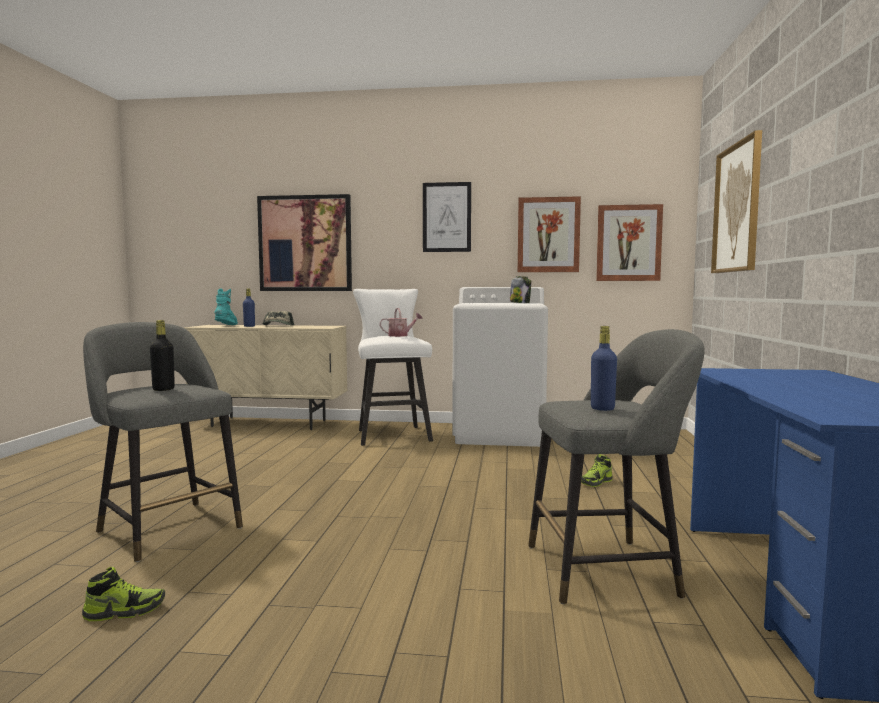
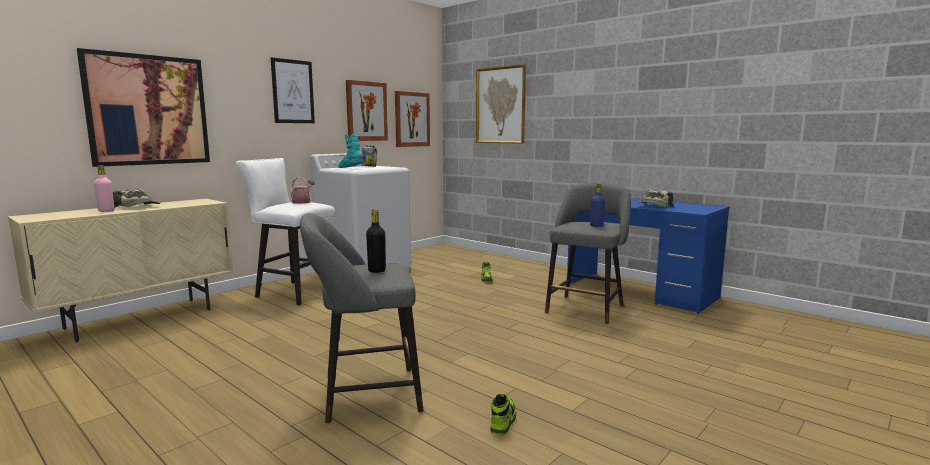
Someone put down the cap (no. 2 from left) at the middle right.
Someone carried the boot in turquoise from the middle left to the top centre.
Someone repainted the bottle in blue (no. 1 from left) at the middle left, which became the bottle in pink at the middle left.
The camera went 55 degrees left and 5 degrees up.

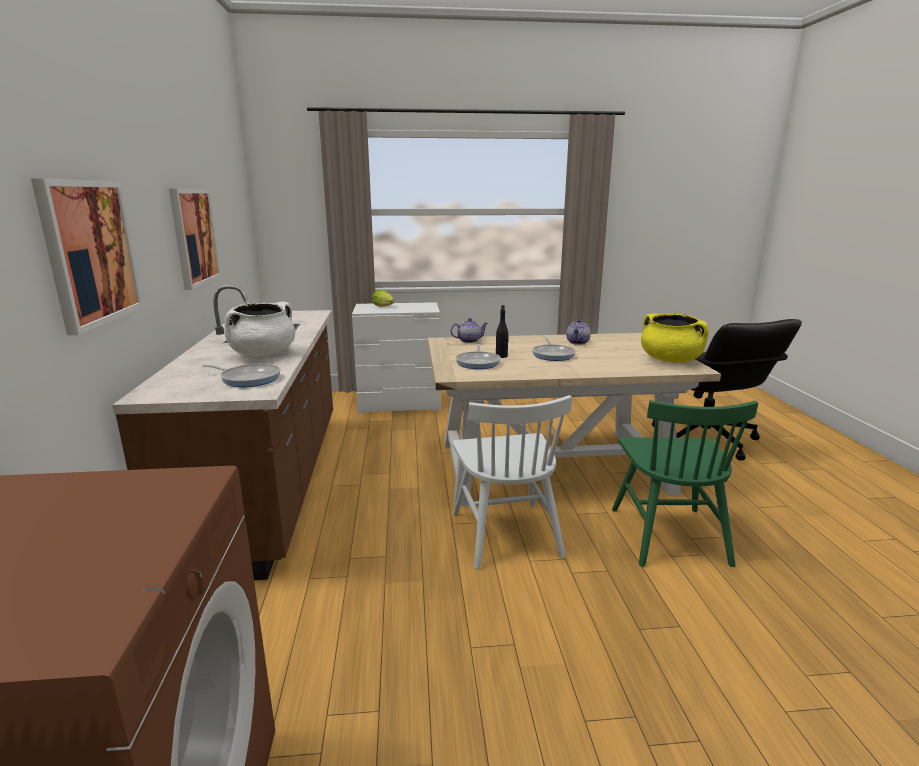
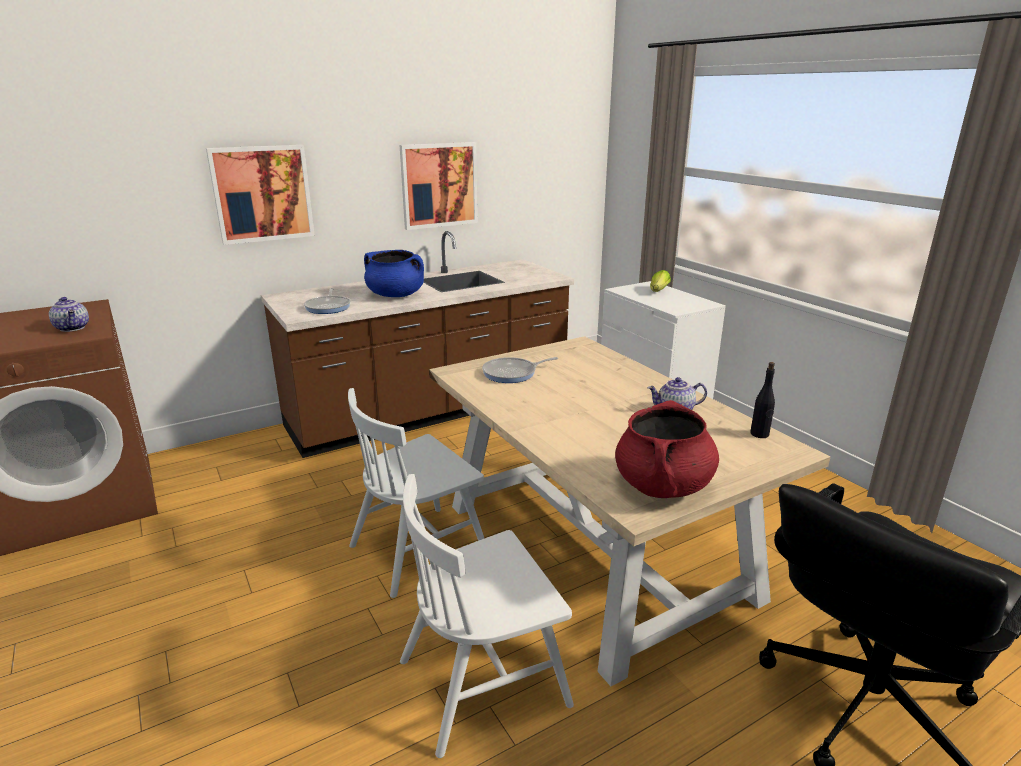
Someone took away the frying pan (no. 3 from left) at the centre.
Someone carried the teapot (no. 1 from left) from the centre to the middle left.
Someone carried the bottle in black from the centre to the middle right.
Someone repainted the cooking pot in white at the middle left, which became the cooking pot in blue at the centre.
Someone repainted the chair in green at the middle right, which became the chair in white (no. 2 from left) at the bottom centre.
Someone repainted the cooking pot in yellow at the middle right, which became the cooking pot in red at the centre.
The camera went 65 degrees right and 5 degrees up.

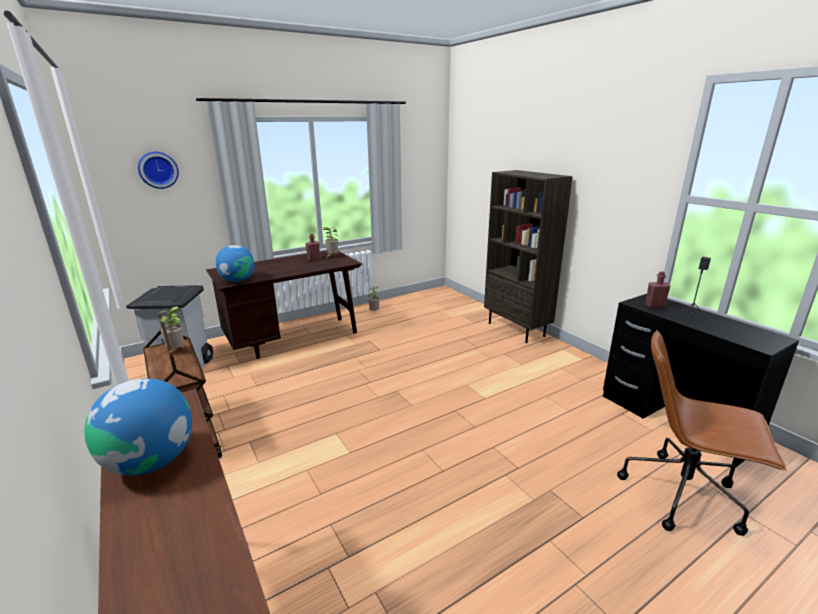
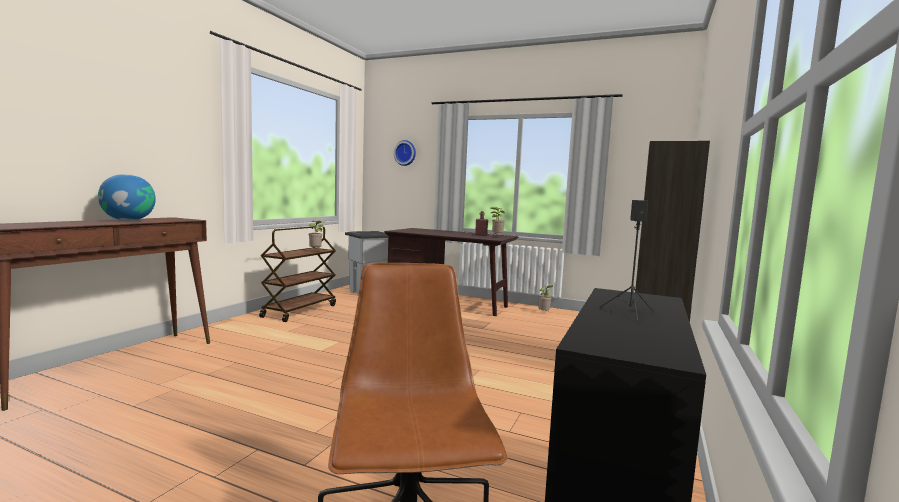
Someone took away the globe (no. 2 from left) at the middle left.
Someone took away the bottle in red (no. 2 from left) at the middle right.
The camera went 55 degrees right and 15 degrees down.

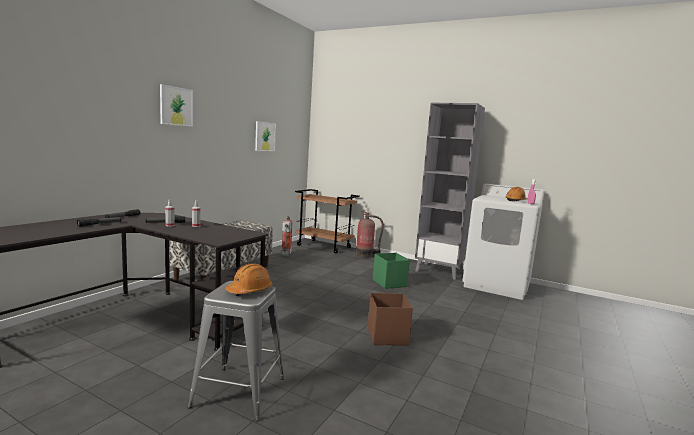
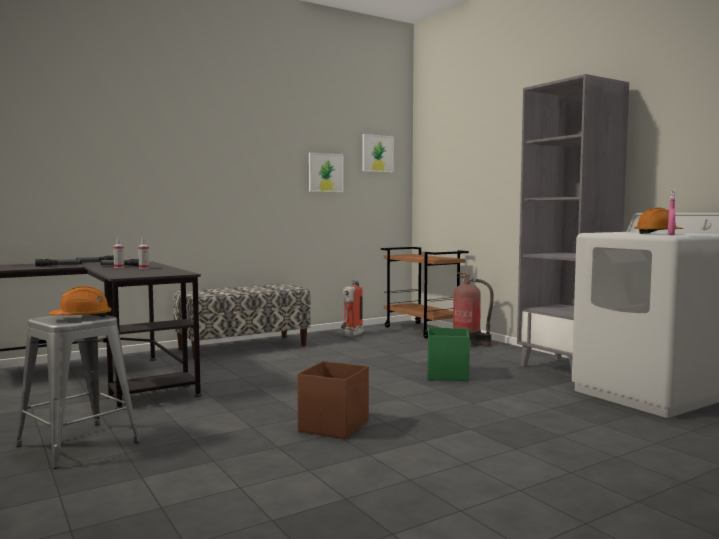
Someone carried the picture (no. 1 from left in the first image) from the top left to the top centre.
The camera went 30 degrees right and 5 degrees down.

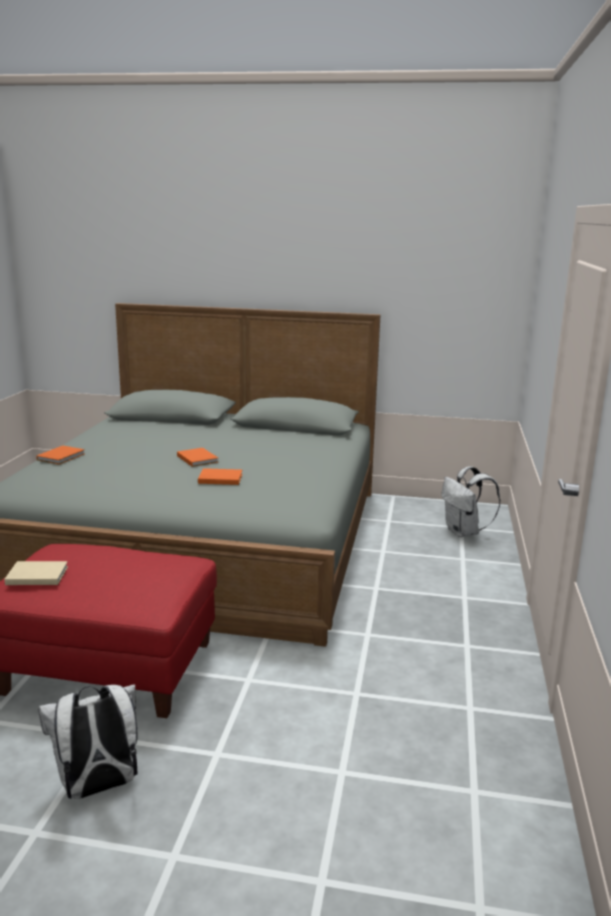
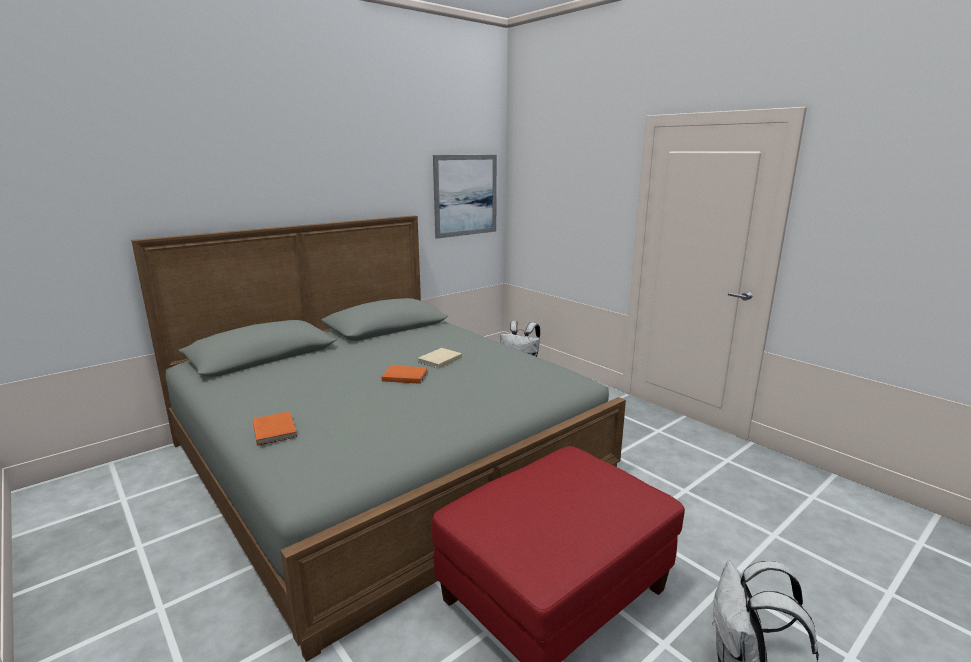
Someone took away the book in orange (no. 3 from left) at the centre.
Someone put up the picture at the top centre.
Someone carried the book in beige from the middle left to the centre.
The camera went 50 degrees left and 0 degrees up.

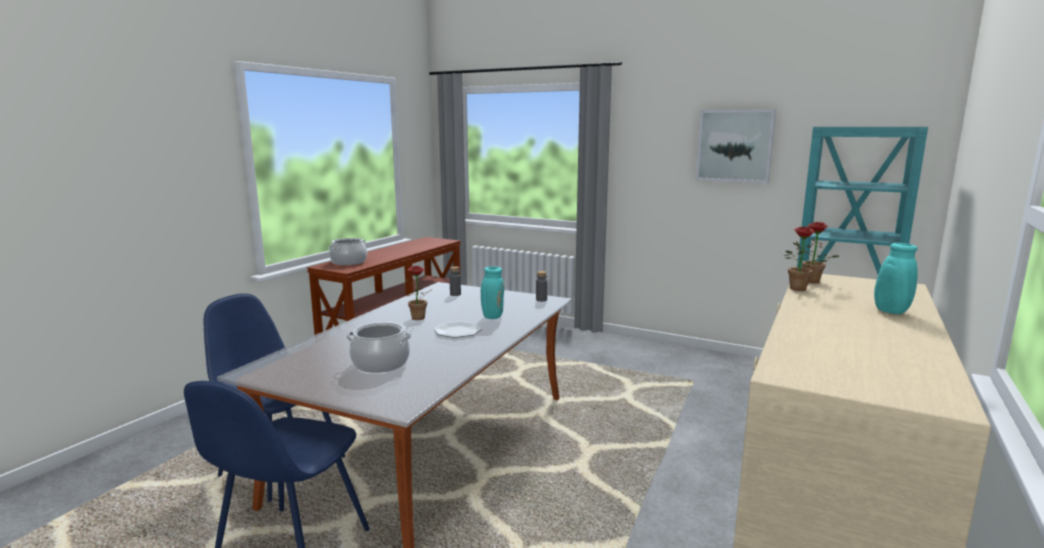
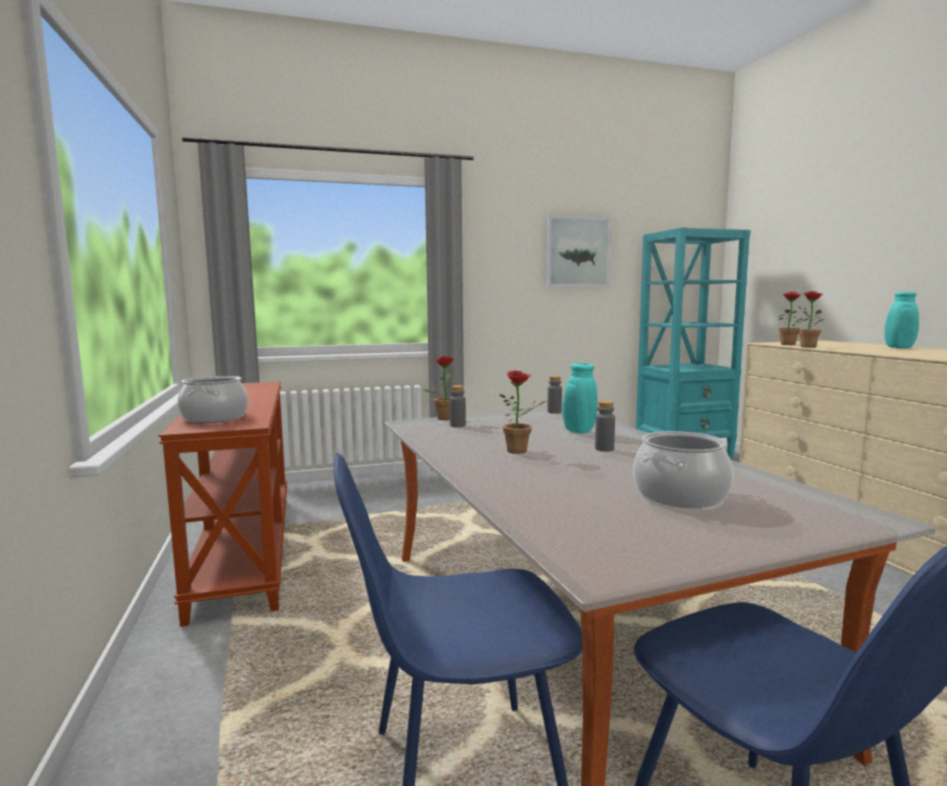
Someone put down the potted plant (no. 1 from left) at the centre.
Someone swapped the plate at the centre for the bottle in grey (no. 3 from left) at the centre.
The camera went 45 degrees left and 5 degrees down.

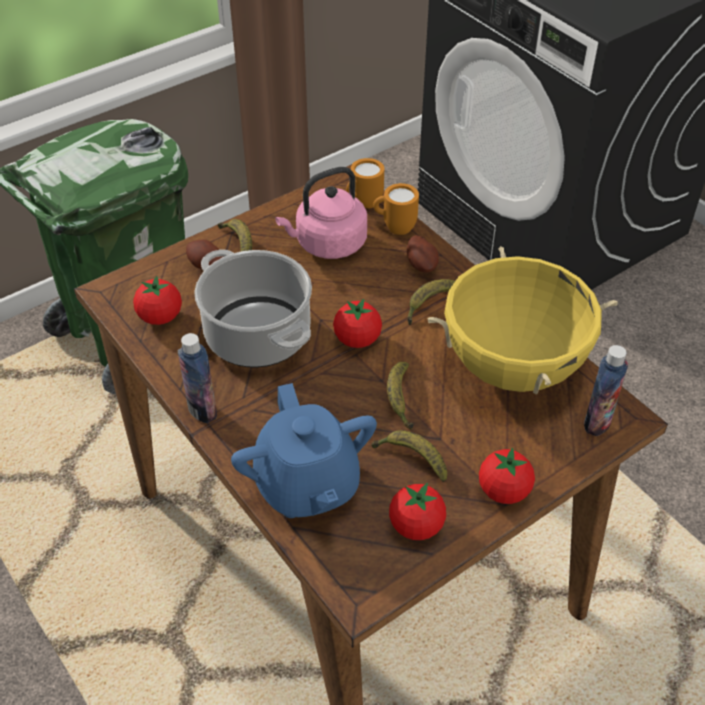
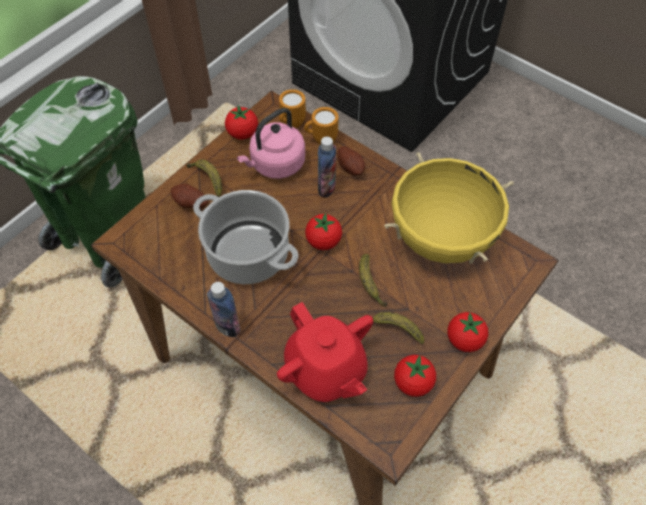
Someone took away the banana (no. 4 from left) at the centre.
Someone carried the tomato (no. 1 from left) from the middle left to the top centre.
Someone carried the bottle (no. 2 from left) from the middle right to the top centre.
Someone repainted the teapot in blue at the centre, which became the teapot in red at the bottom centre.
The camera went 15 degrees left and 10 degrees up.

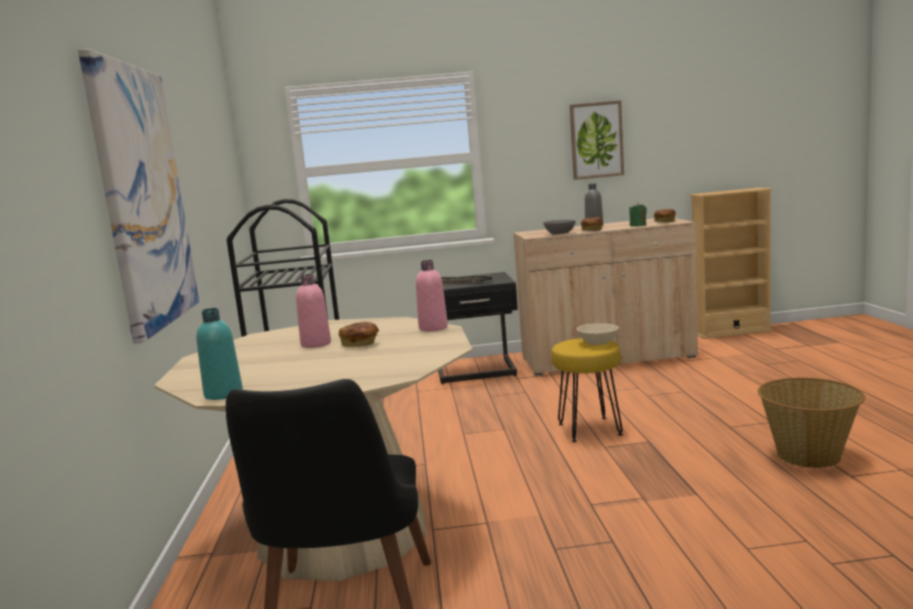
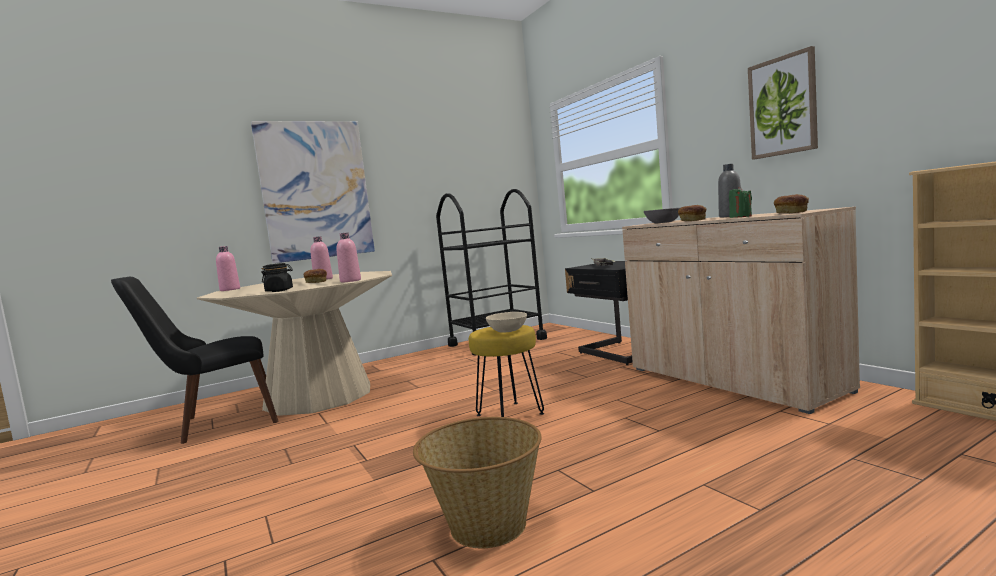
Someone put down the jar in black at the middle left.
Someone repainted the bottle in turquoise at the middle left, which became the bottle in pink (no. 1 from left) at the middle left.
The camera went 65 degrees right and 5 degrees down.

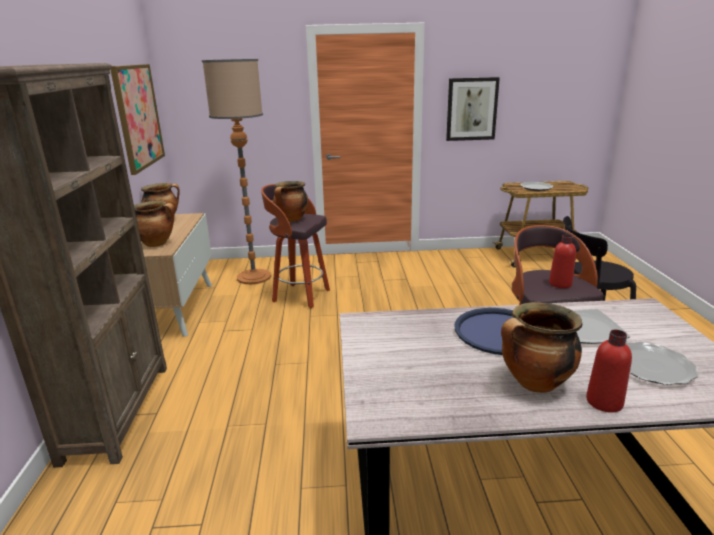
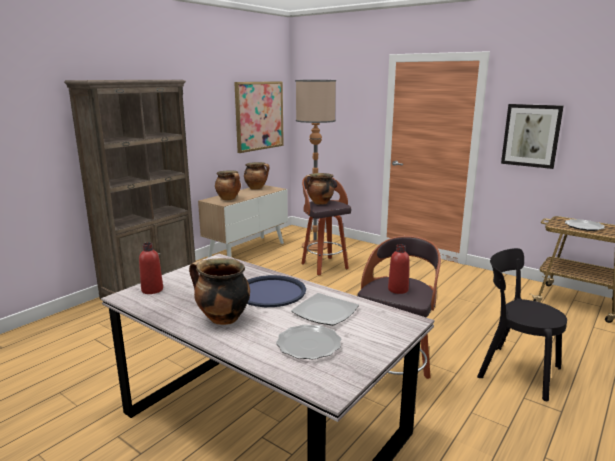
Someone carried the bottle in red (no. 2 from left in the first image) from the bottom right to the middle left.
The camera went 40 degrees right and 5 degrees down.

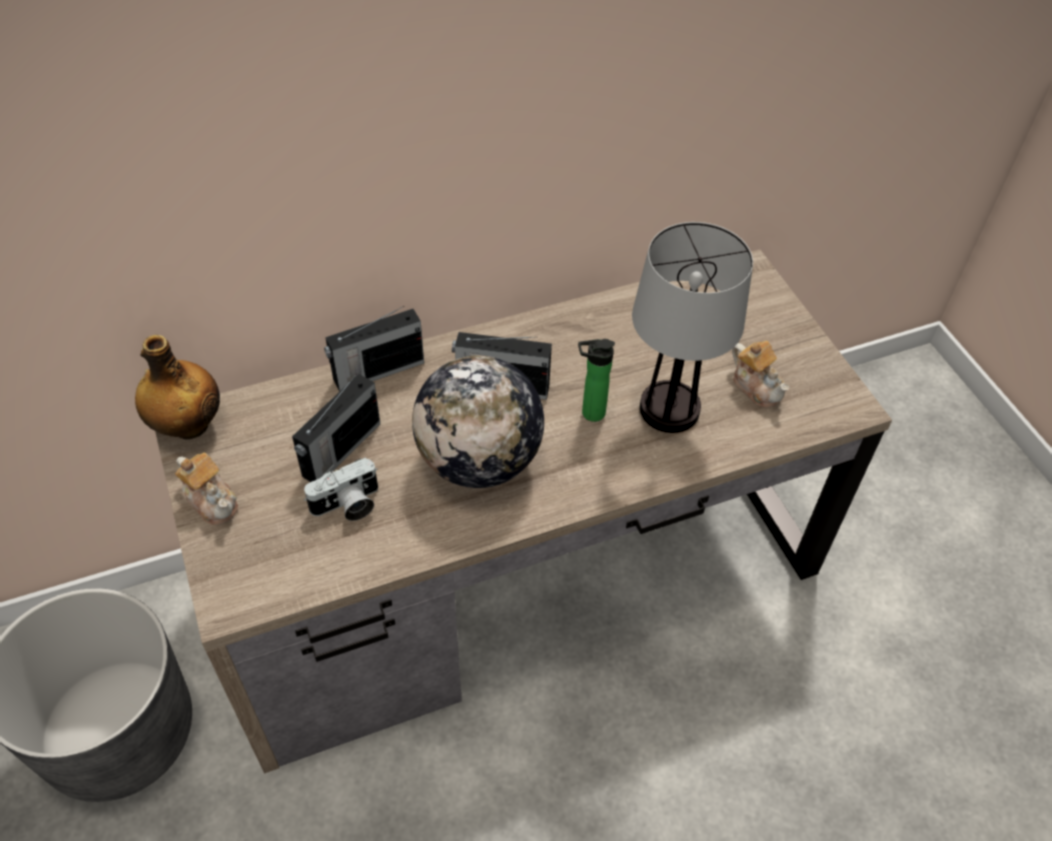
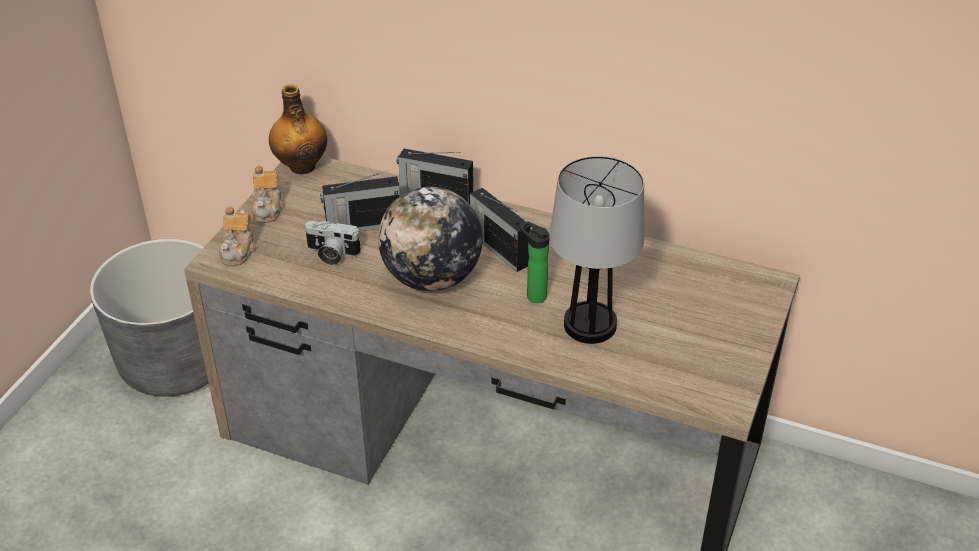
Someone carried the teapot (no. 2 from left in the first image) from the middle right to the middle left.
The camera went 45 degrees right and 10 degrees down.

